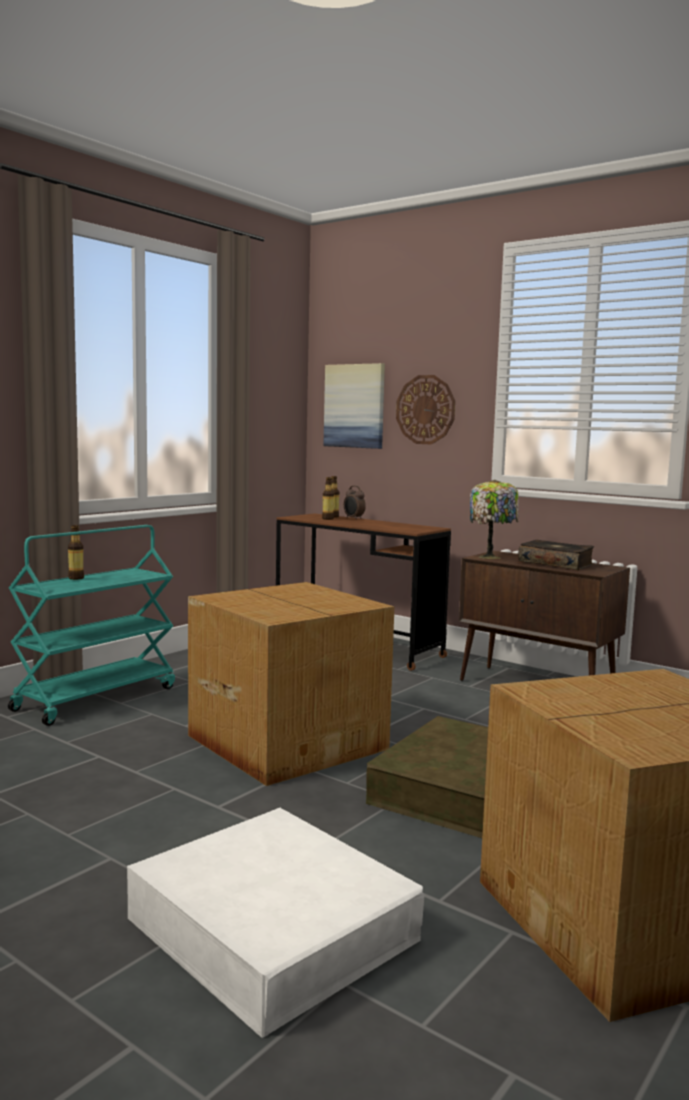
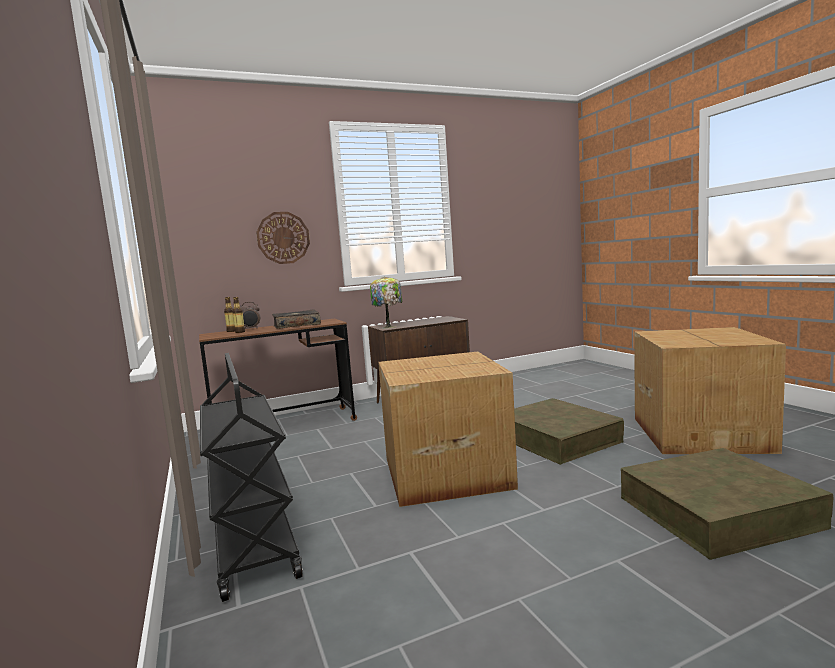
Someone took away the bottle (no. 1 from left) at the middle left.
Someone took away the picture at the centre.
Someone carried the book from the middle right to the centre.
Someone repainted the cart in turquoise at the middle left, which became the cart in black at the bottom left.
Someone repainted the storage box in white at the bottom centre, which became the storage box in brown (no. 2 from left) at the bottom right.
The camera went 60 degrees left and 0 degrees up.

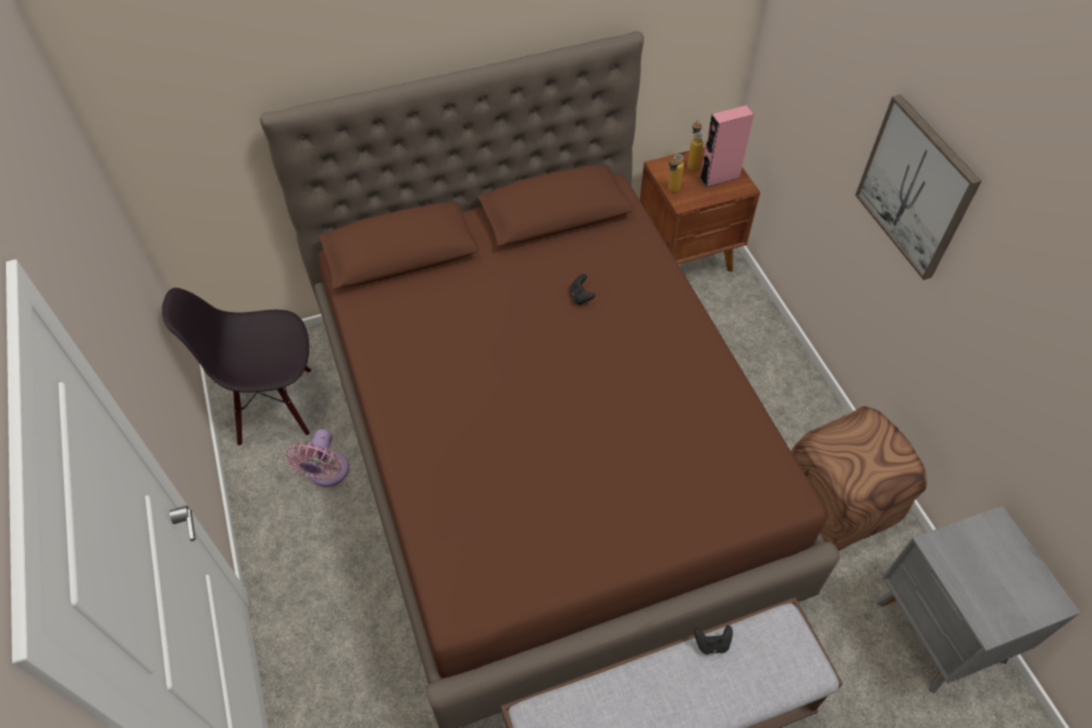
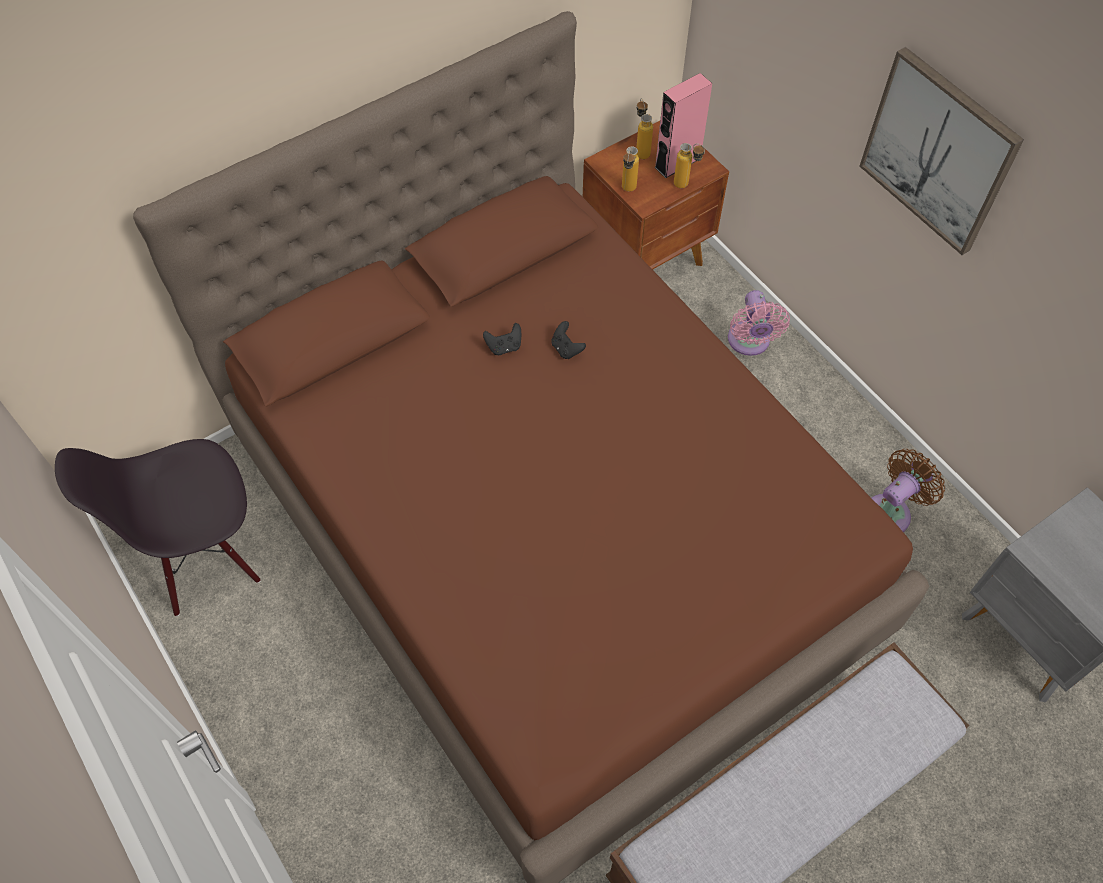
Someone put down the bottle (no. 3 from left) at the top centre.
Someone carried the fan in pink from the middle left to the middle right.
Someone carried the game controller in black (no. 2 from left in the first image) from the bottom centre to the centre.
Someone swapped the ottoman in brown at the middle right for the fan in brown at the middle right.
The camera went 15 degrees left and 5 degrees up.

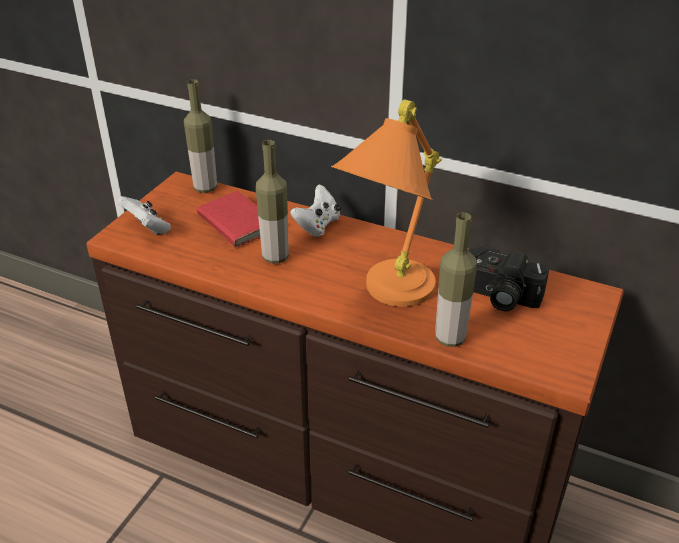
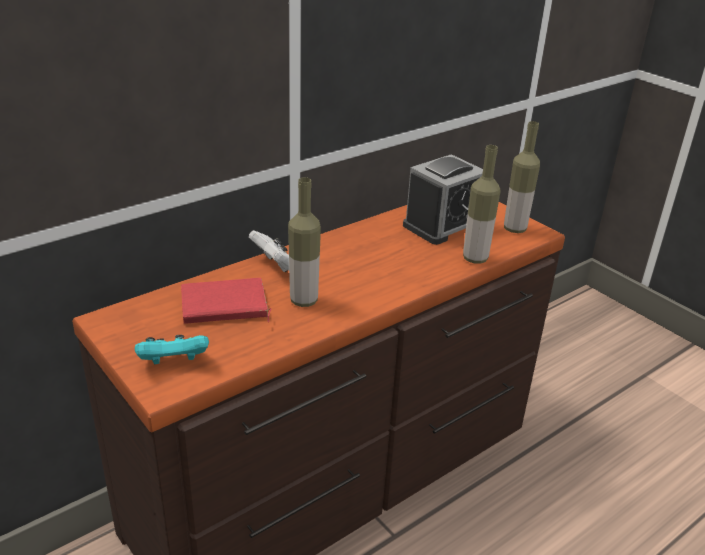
Someone took away the table lamp in orange at the centre.
Someone carried the bottle (no. 1 from left in the first image) from the top left to the top right.
Someone swapped the photo camera at the middle right for the alarm clock at the centre.
Someone repainted the game controller in white (no. 1 from left) at the middle left, which became the game controller in turquoise at the middle left.
The camera went 65 degrees left and 5 degrees down.

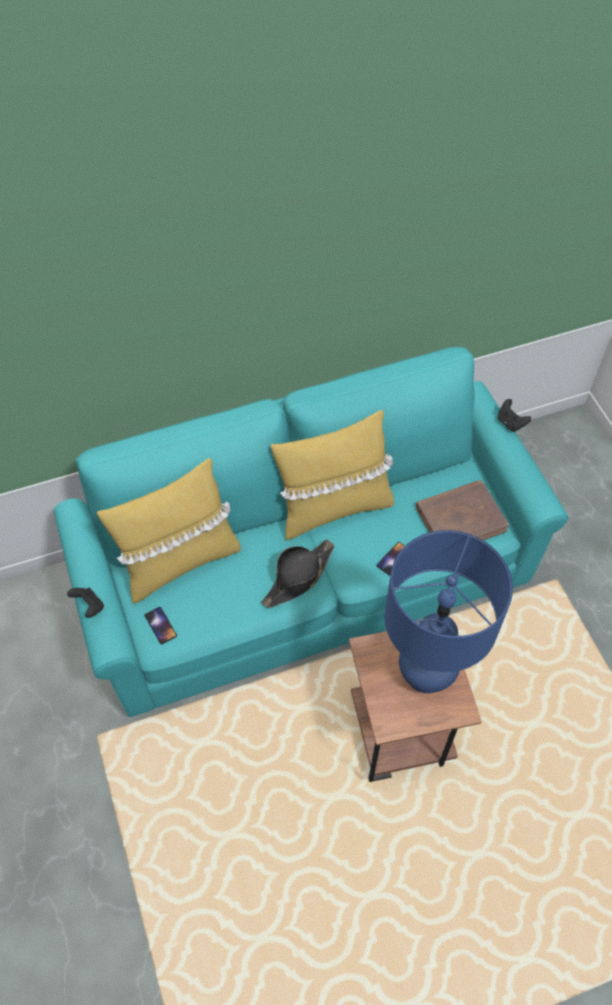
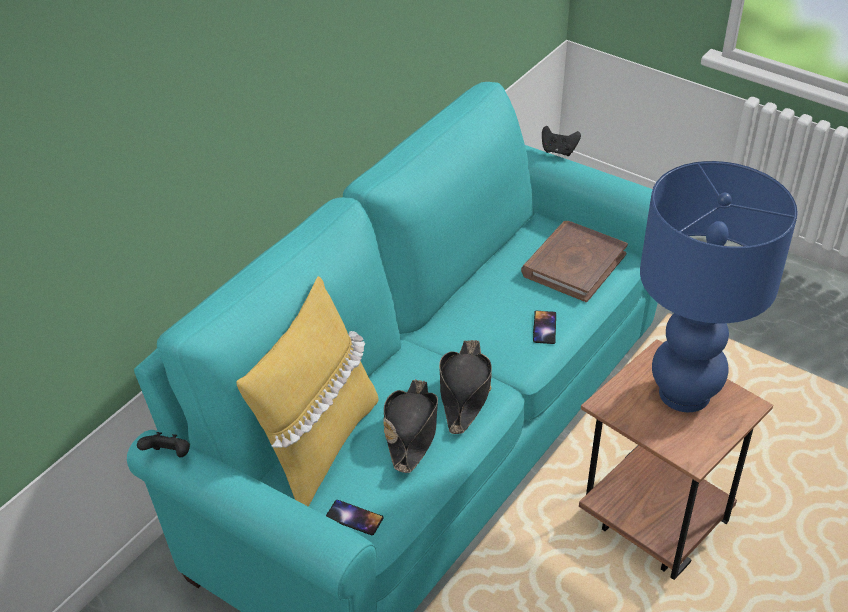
Someone took away the pillow in yellow (no. 2 from left) at the centre.
Someone put down the hat in black (no. 1 from left) at the bottom centre.
Someone carried the game controller in black (no. 1 from left) from the middle left to the bottom left.
The camera went 35 degrees left and 15 degrees down.

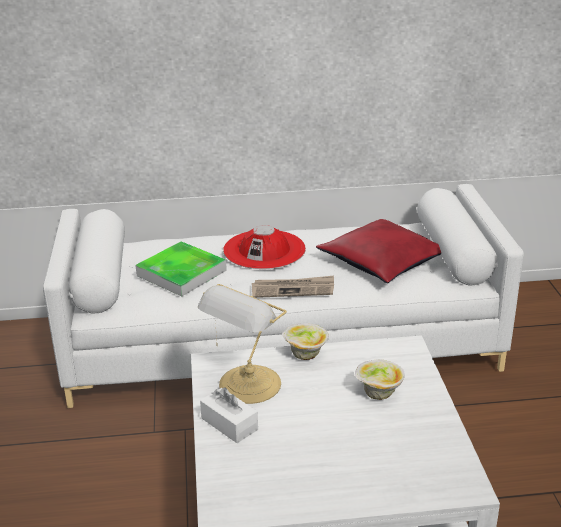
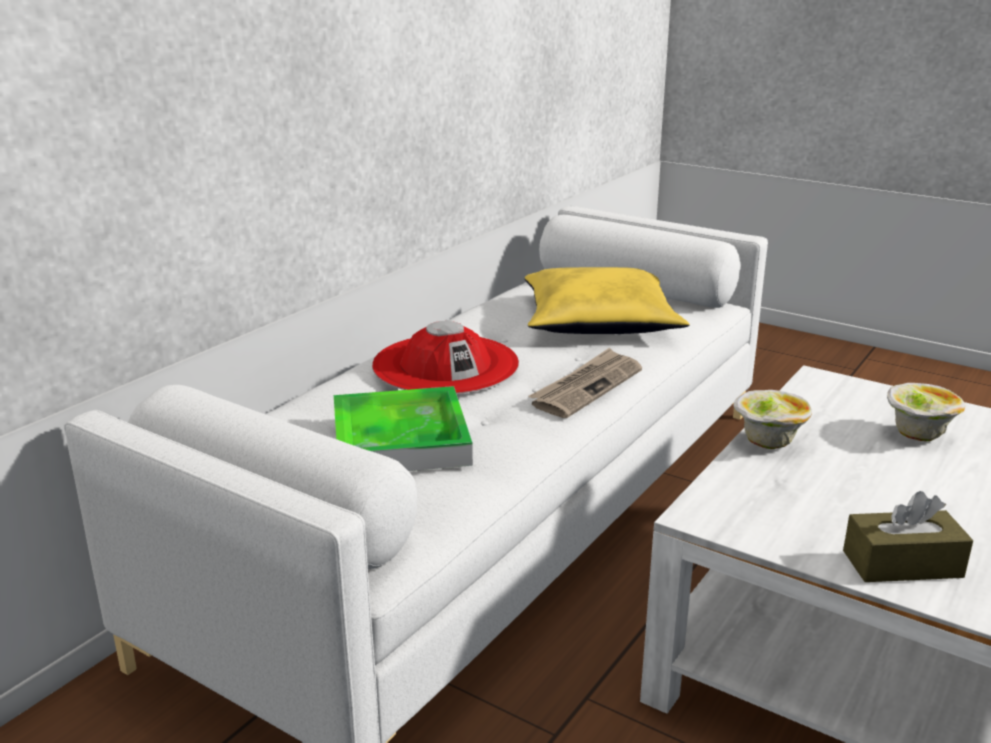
Someone took away the table lamp at the centre.
Someone repainted the tissue box in white at the bottom centre, which became the tissue box in brown at the bottom right.
Someone repainted the pillow in red at the middle right, which became the pillow in yellow at the centre.
The camera went 50 degrees left and 5 degrees down.

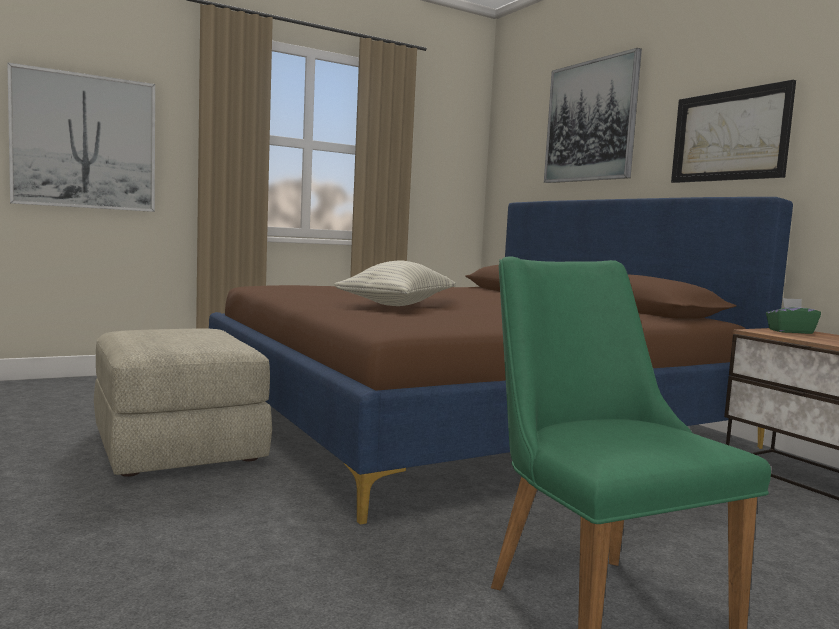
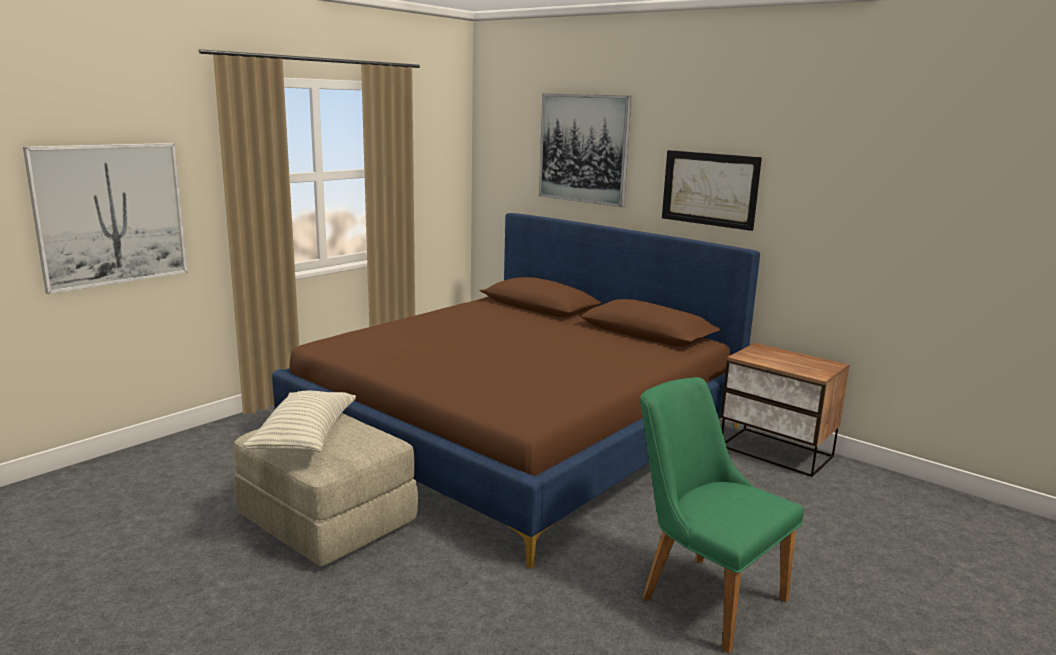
Someone took away the tissue box in green at the middle right.
Someone carried the pillow from the centre to the middle left.
The camera went 20 degrees left and 10 degrees up.

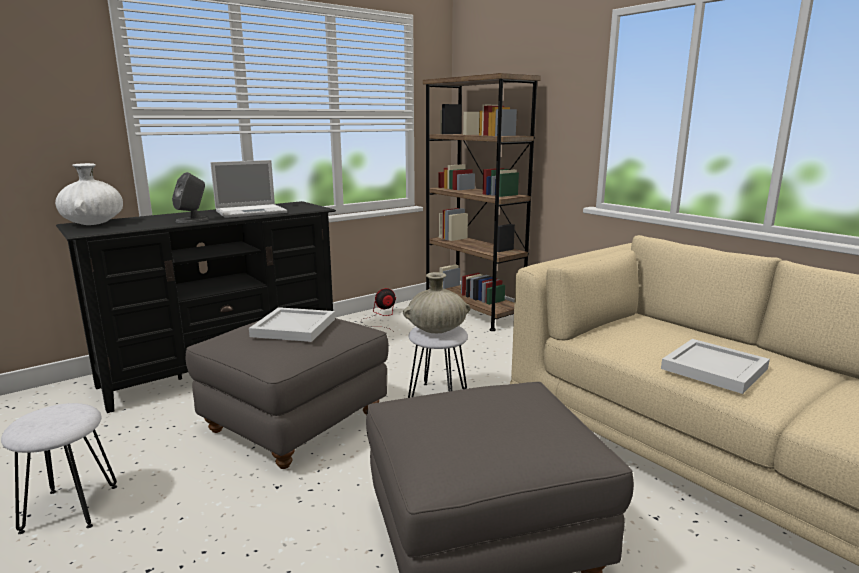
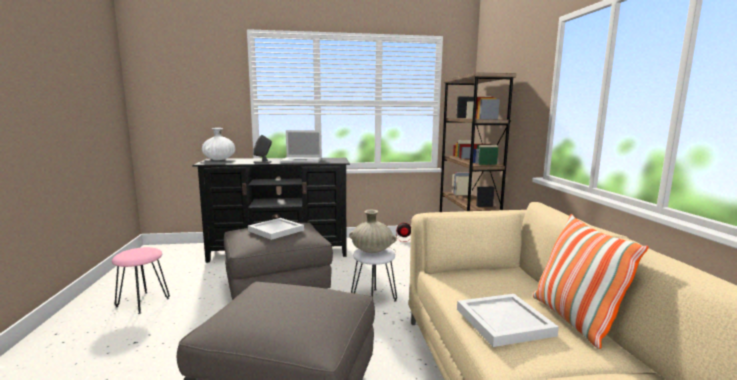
Someone put down the pillow at the bottom right.
Someone repainted the stool in white (no. 1 from left) at the bottom left, which became the stool in pink at the bottom left.
The camera went 30 degrees right and 5 degrees down.

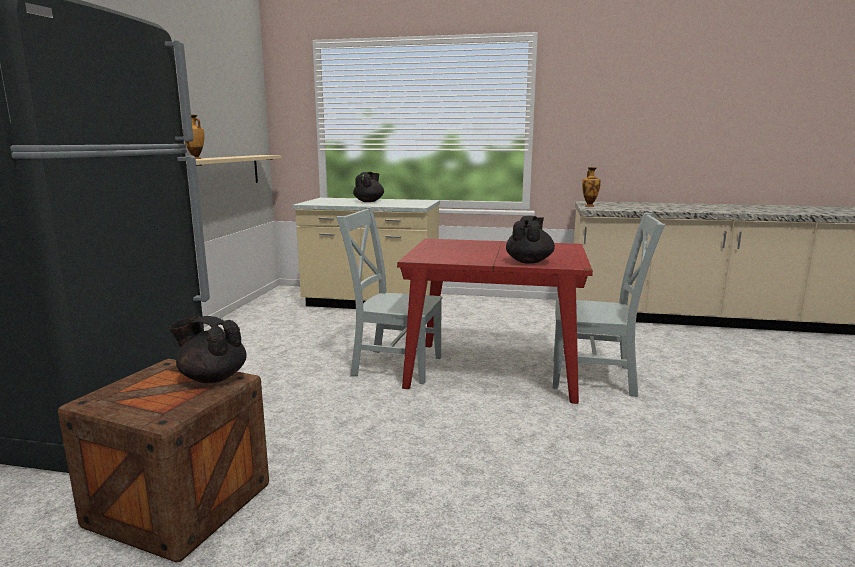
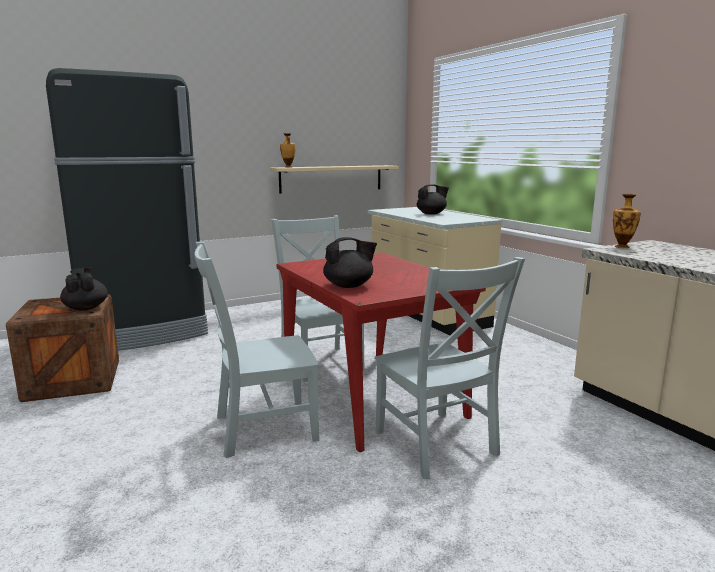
Someone put down the chair in grey (no. 1 from left) at the centre.
The camera went 50 degrees right and 0 degrees up.

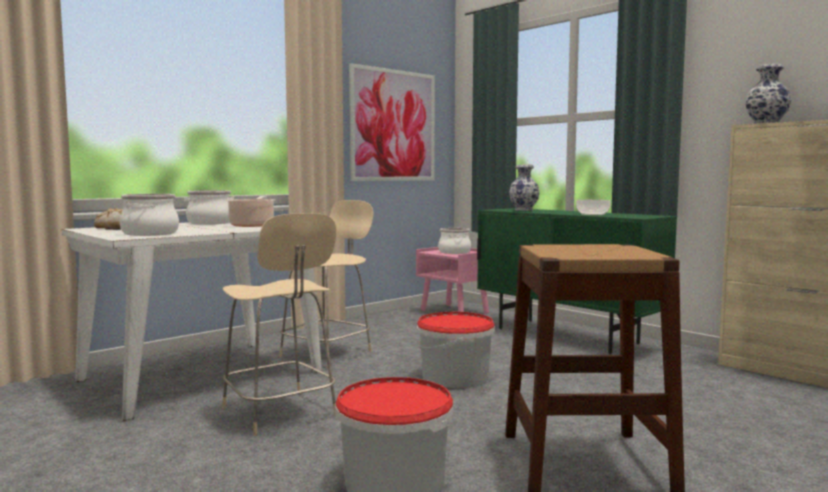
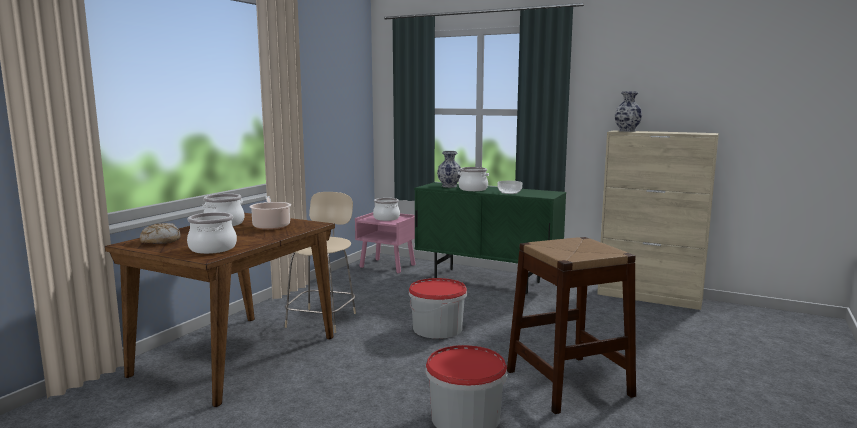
Someone took away the chair in beige (no. 1 from left) at the centre.
Someone took away the picture at the top centre.
Someone put down the cooking pot (no. 5 from left) at the centre.
Someone repainted the dining table in white at the middle left, which became the dining table in brown at the bottom left.
The camera went 20 degrees left and 5 degrees up.

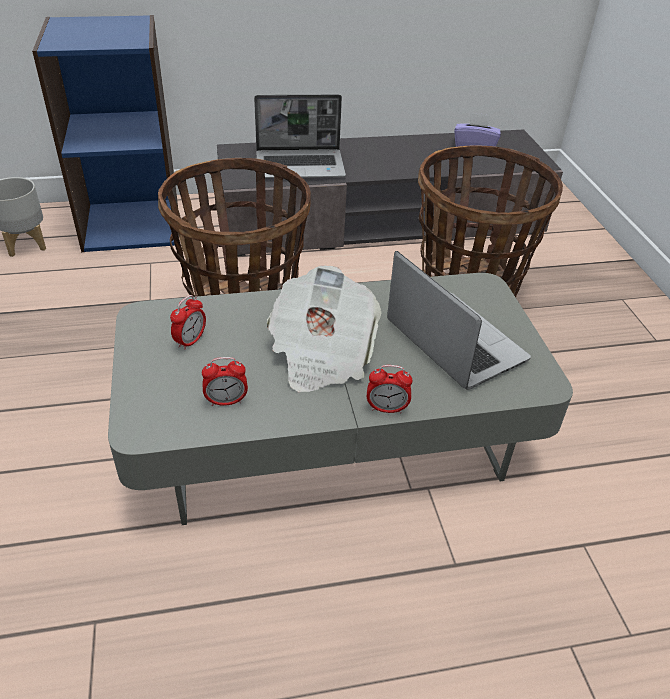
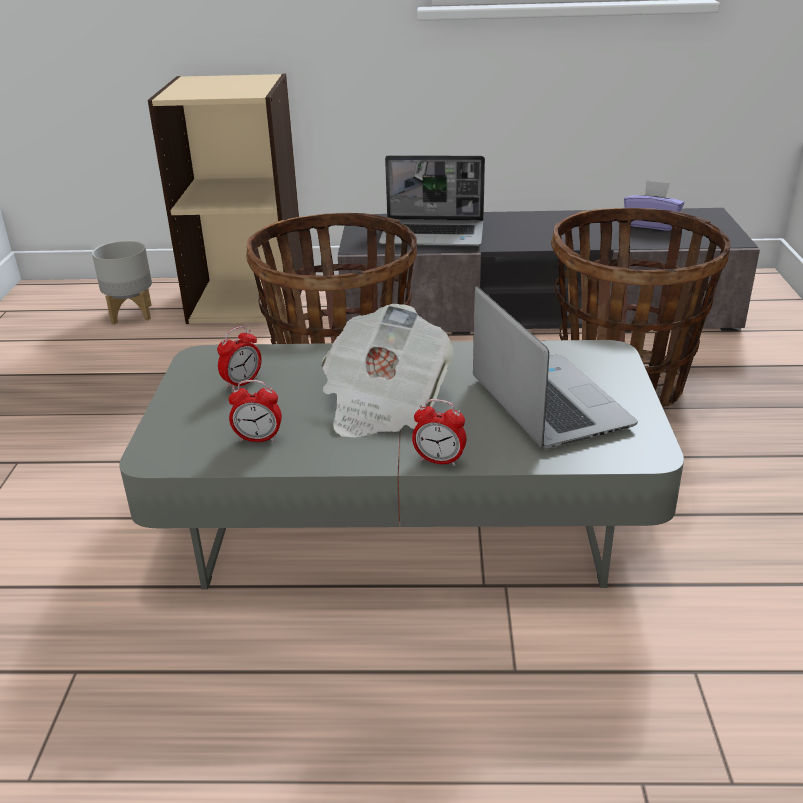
Someone repainted the bookcase in blue at the top left, which became the bookcase in beige at the top left.
The camera went 15 degrees right and 10 degrees down.

